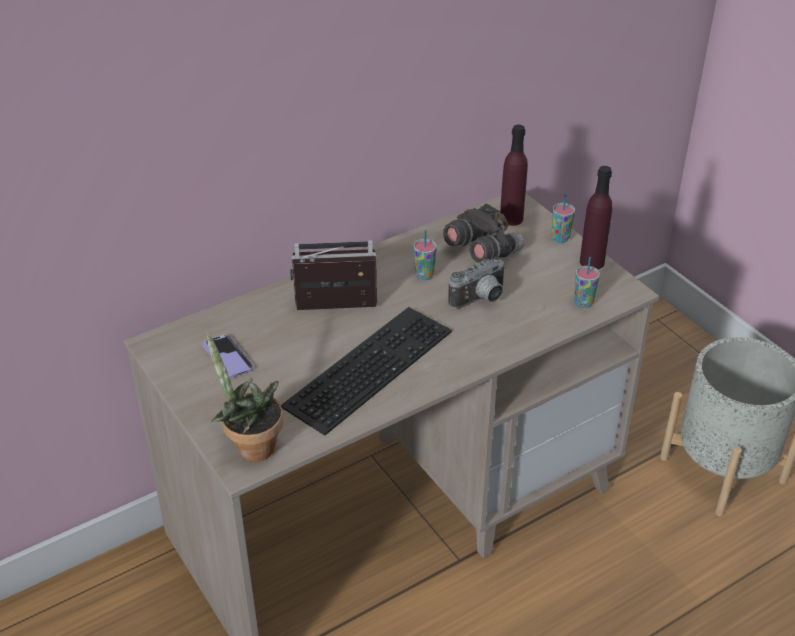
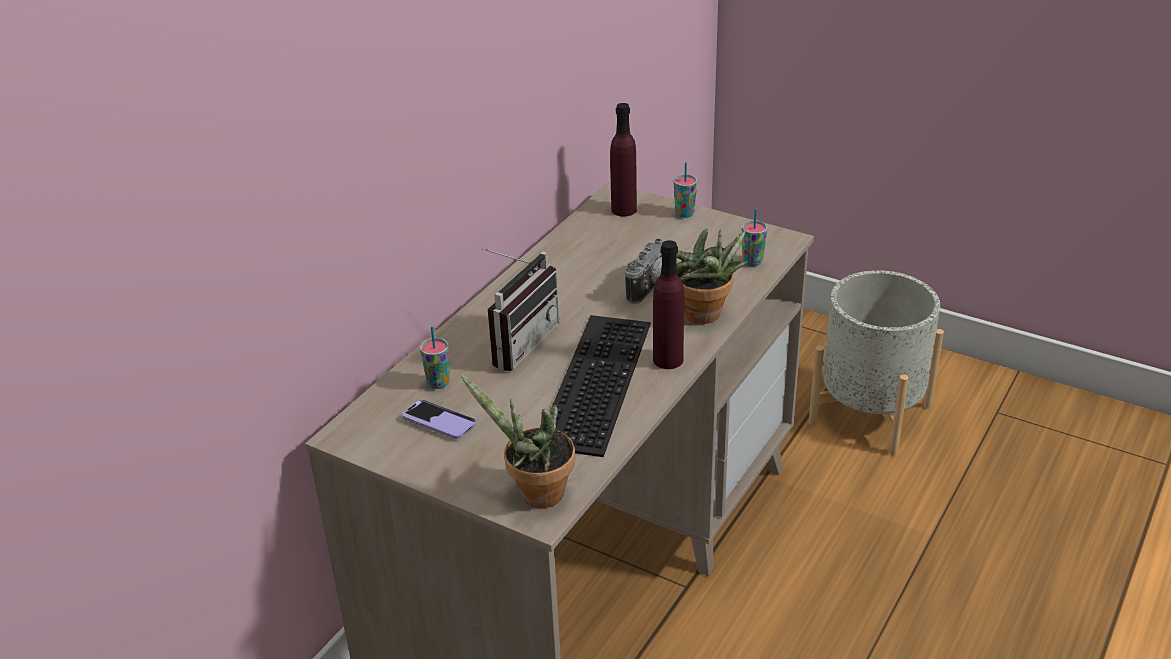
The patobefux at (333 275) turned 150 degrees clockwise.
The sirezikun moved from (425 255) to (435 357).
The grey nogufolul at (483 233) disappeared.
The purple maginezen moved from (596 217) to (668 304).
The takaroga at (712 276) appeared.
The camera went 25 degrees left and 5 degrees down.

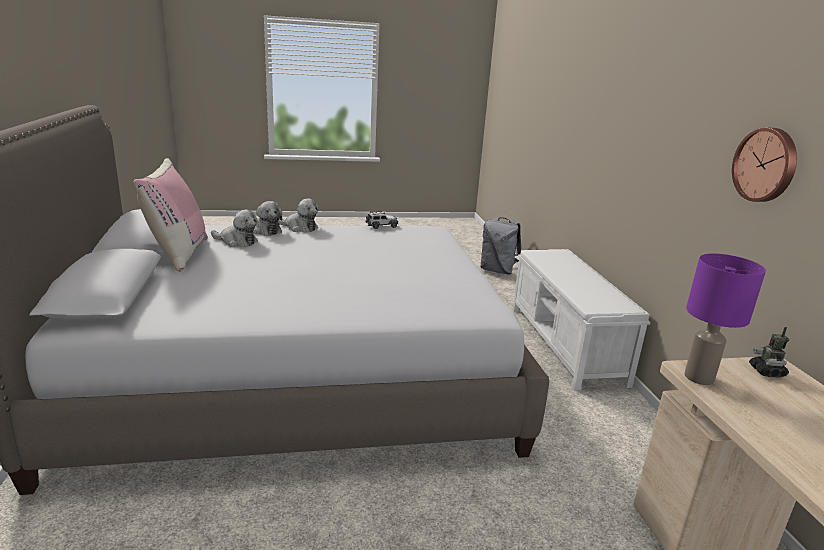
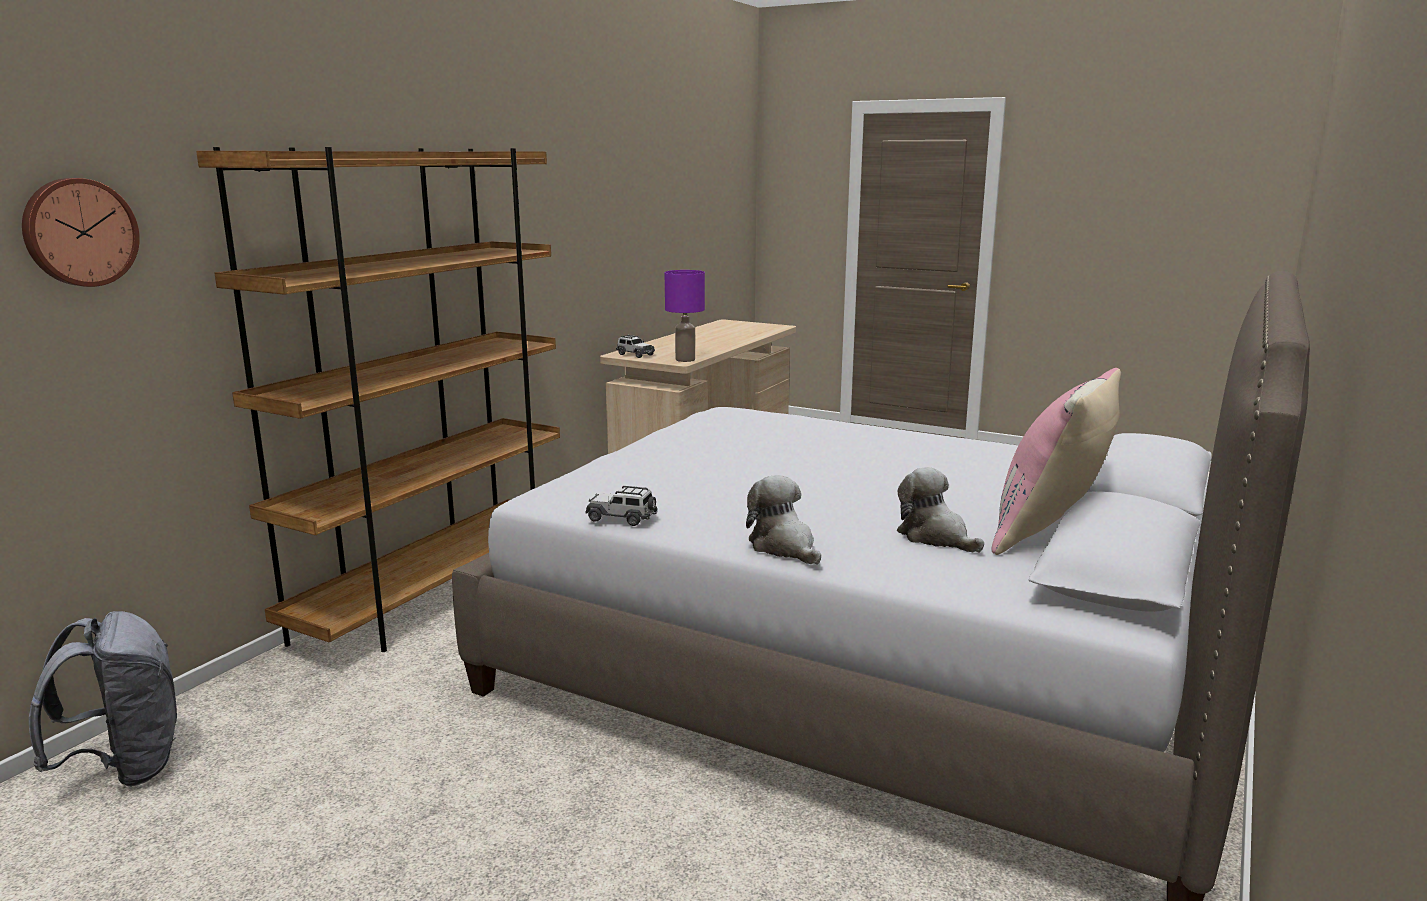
The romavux at (267 218) disappeared.
The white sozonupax at (581 320) was replaced by the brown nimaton at (378 399).
The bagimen moved from (764 164) to (81 232).
The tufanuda at (769 352) was replaced by the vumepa at (635 346).
The camera went 140 degrees left and 5 degrees down.

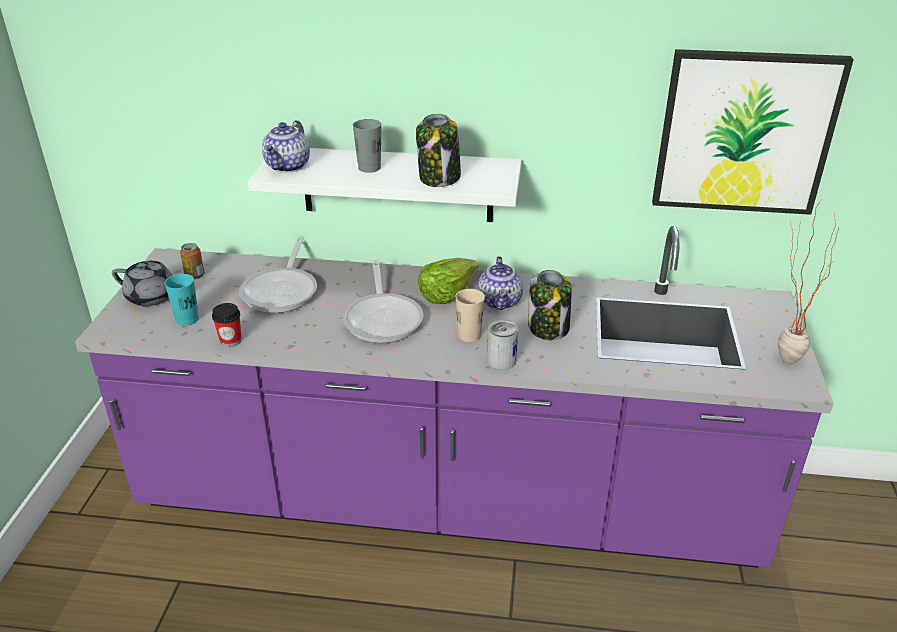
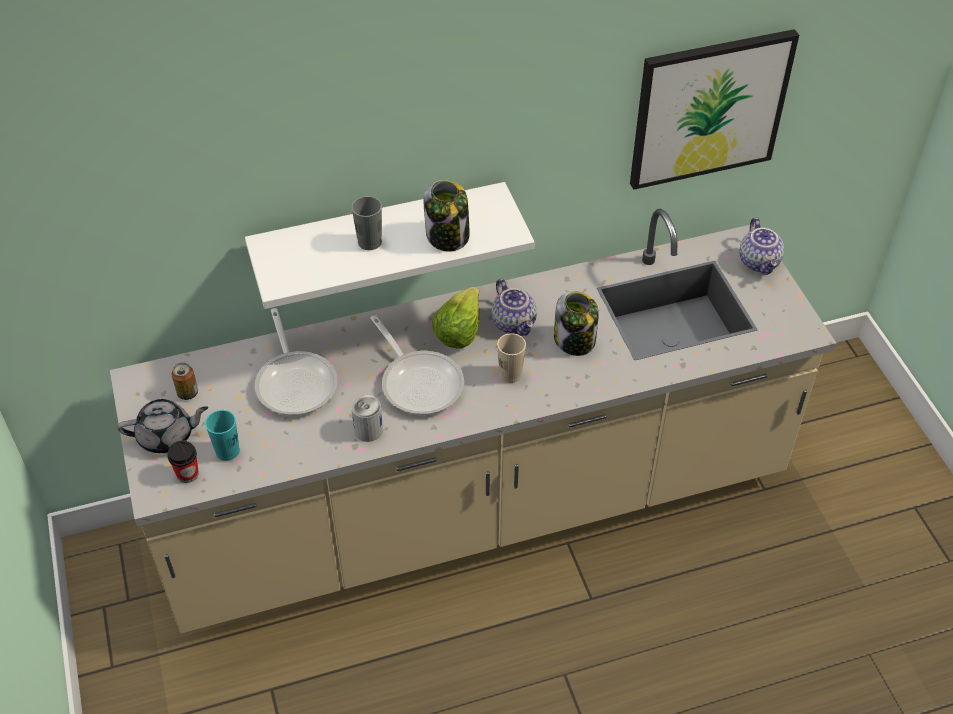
The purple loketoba at (454 397) became the beige loketoba at (473 421).
The sirezikun moved from (226 325) to (183 461).
The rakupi moved from (286 146) to (761 246).
The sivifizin moved from (502 345) to (367 418).
The takaroga at (808 281) disappeared.
The camera went 25 degrees left and 15 degrees up.

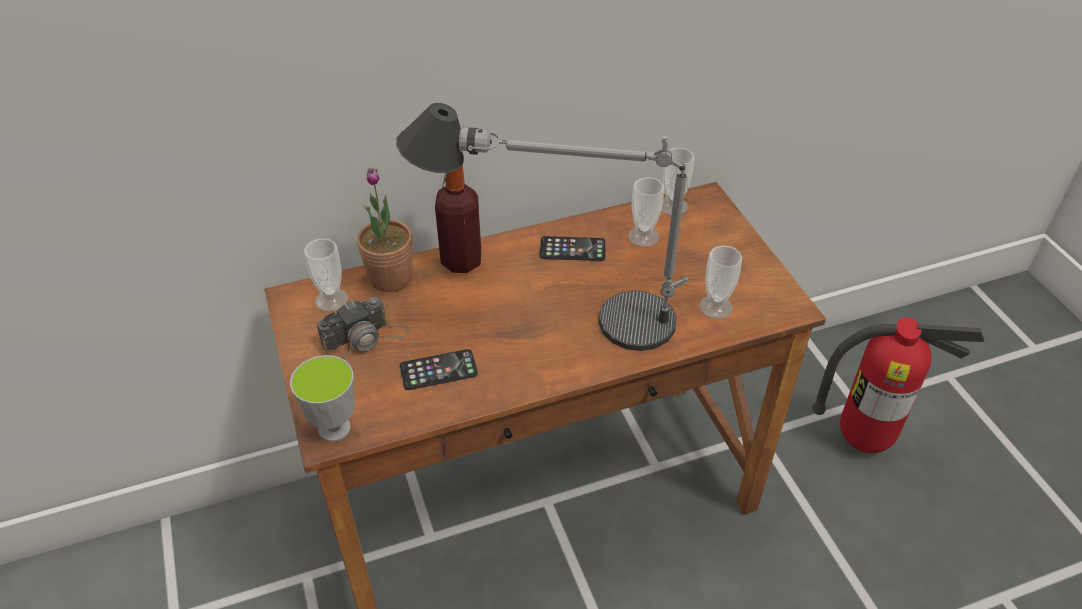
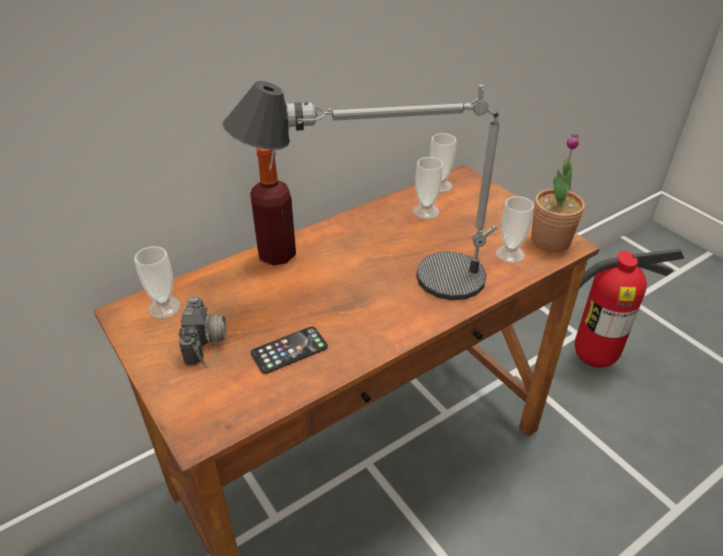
The sirezikun at (322 398) disappeared.
The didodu at (363 328) turned 45 degrees counterclockwise.
The takaroga moved from (385 230) to (558 193).
The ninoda at (573 248) disappeared.
The camera went 15 degrees left and 5 degrees down.

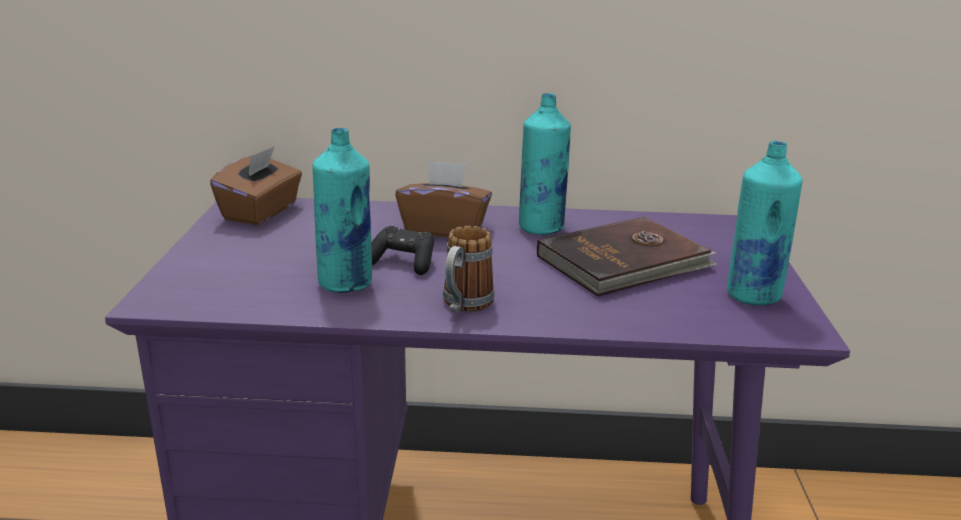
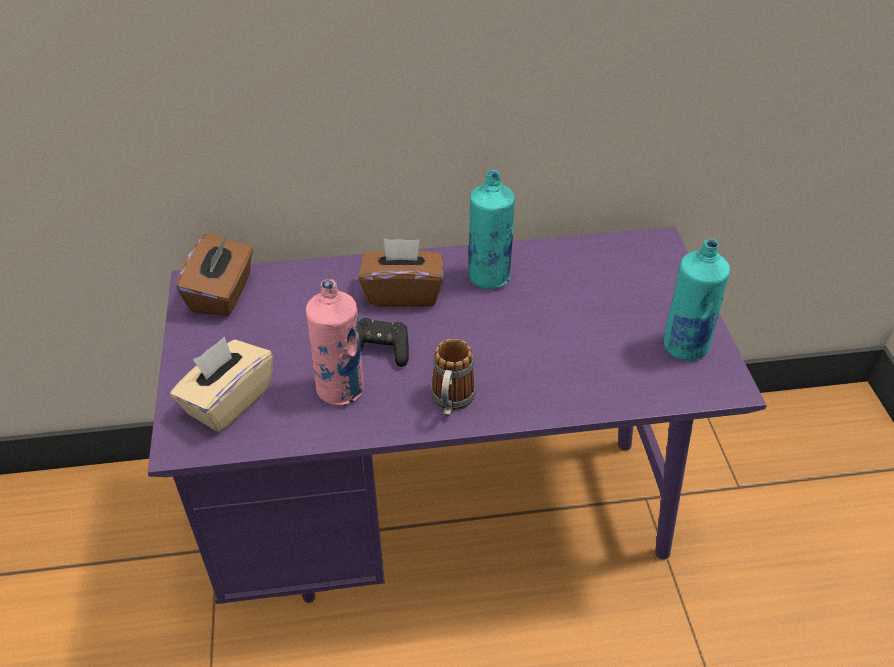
The turquoise maginezen at (342 210) became the pink maginezen at (335 342).
The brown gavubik at (627 256) disappeared.
The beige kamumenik at (221 384) appeared.
The camera went 10 degrees left and 20 degrees up.

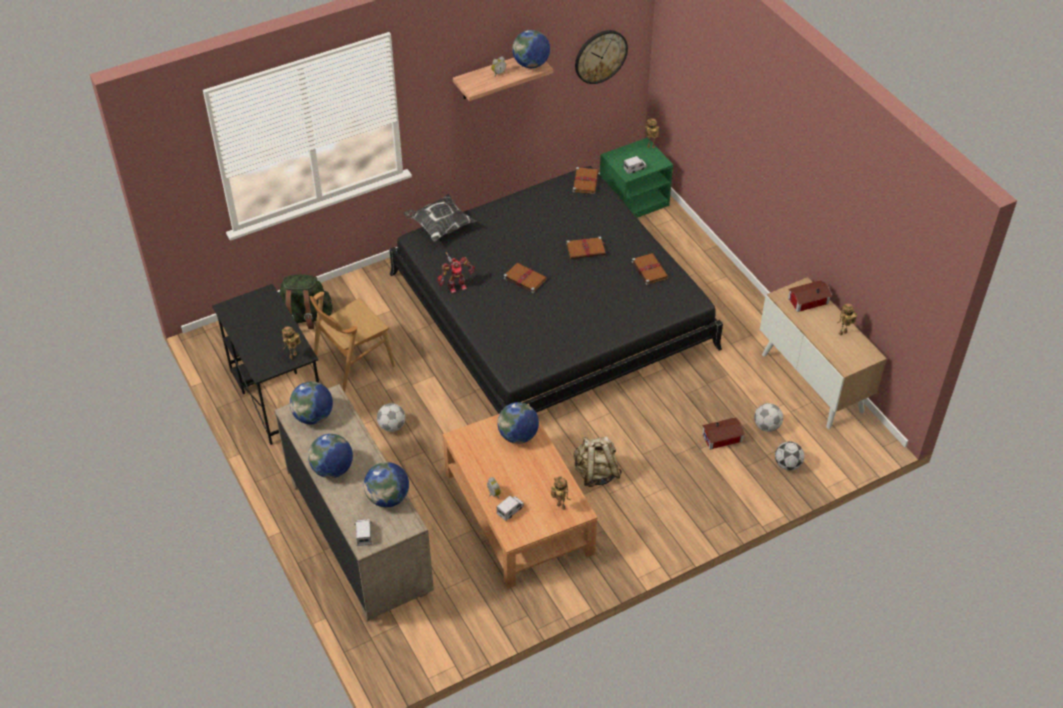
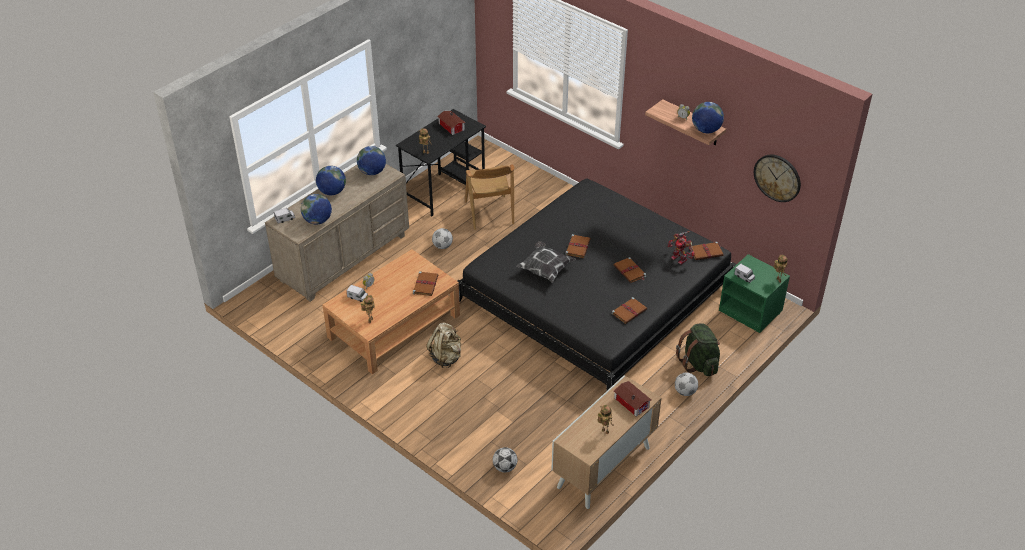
The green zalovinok moved from (306 302) to (698 349).
The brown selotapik at (352 342) turned 135 degrees counterclockwise.
The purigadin moved from (439 218) to (545 262).
The tufanuda moved from (456 272) to (681 248).
The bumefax at (518 423) was replaced by the brown gavubik at (425 283).
The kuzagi moved from (723 433) to (451 123).
The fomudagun moved from (768 417) to (686 384).
The camera went 70 degrees right and 5 degrees down.

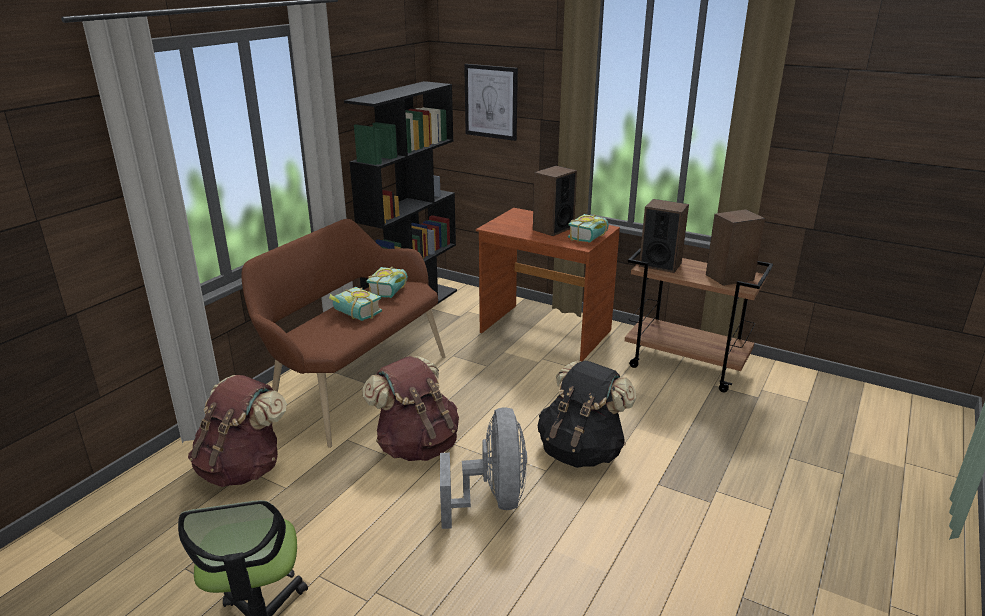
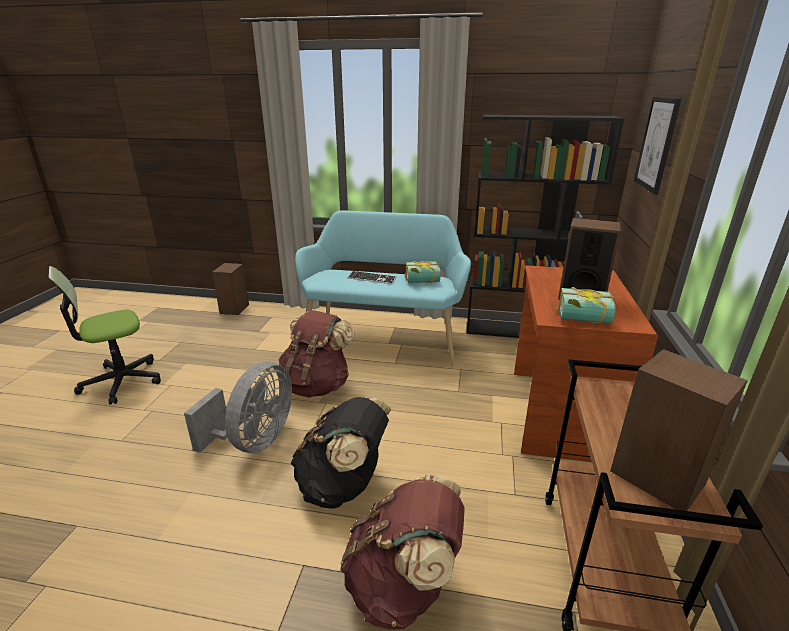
The brown zalovinok moved from (237 431) to (402 552).
The brown sozonupax at (343 333) became the turquoise sozonupax at (383 288).
The gavubik at (355 304) was replaced by the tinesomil at (372 277).
The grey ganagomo at (483 468) turned 45 degrees counterclockwise.
The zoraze moved from (664 236) to (230 289).
The camera went 70 degrees right and 0 degrees up.

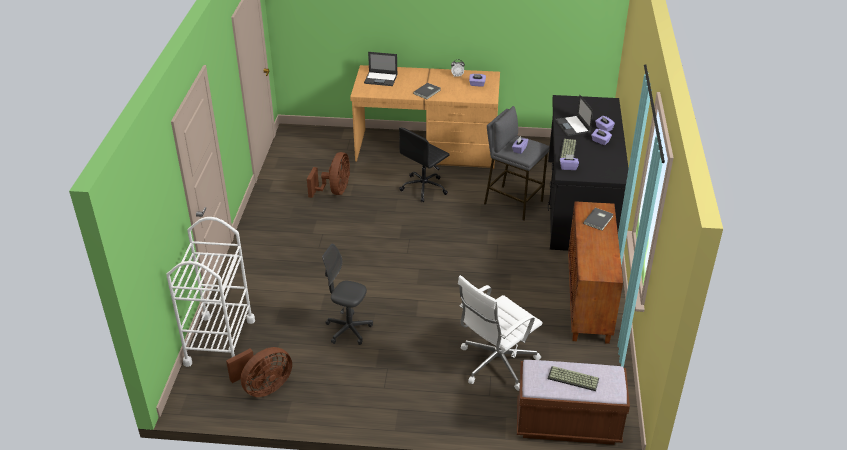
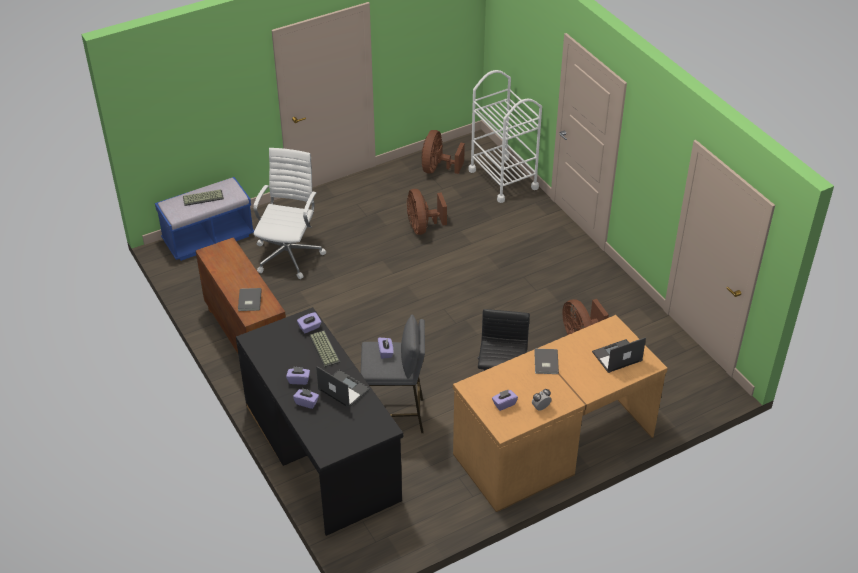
The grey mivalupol at (347 294) was replaced by the brown ganagomo at (427 212).
The brown sozonupax at (573 402) became the blue sozonupax at (204 219).
The camera went 145 degrees right and 5 degrees up.

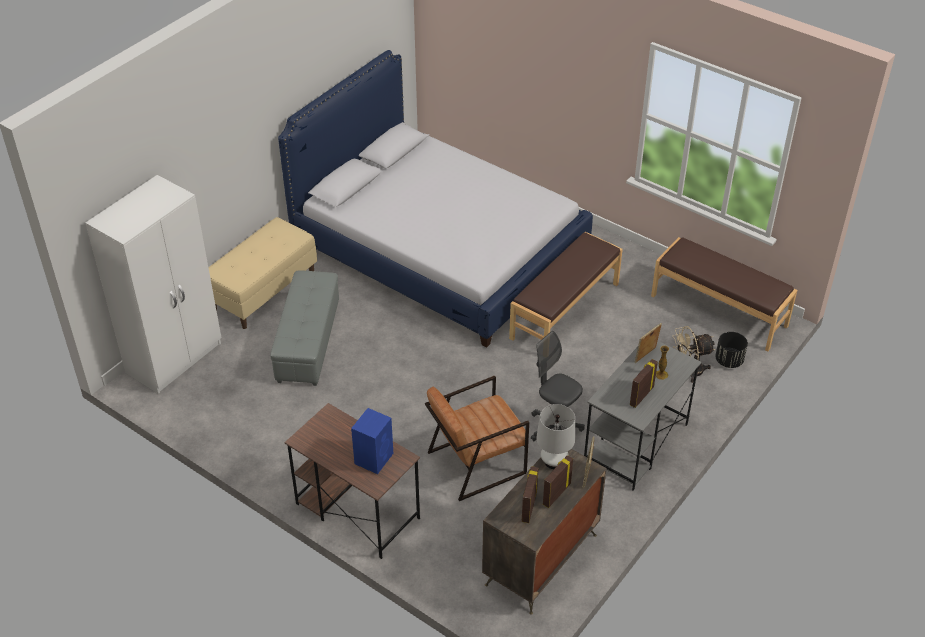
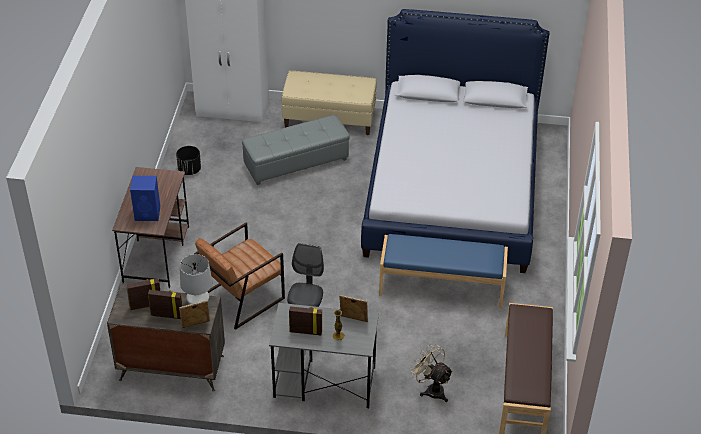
The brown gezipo at (477 438) turned 75 degrees counterclockwise.
The brown sozonupax at (566 286) became the blue sozonupax at (443 271).
The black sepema moved from (731 350) to (188 160).
The camera went 60 degrees right and 0 degrees up.

